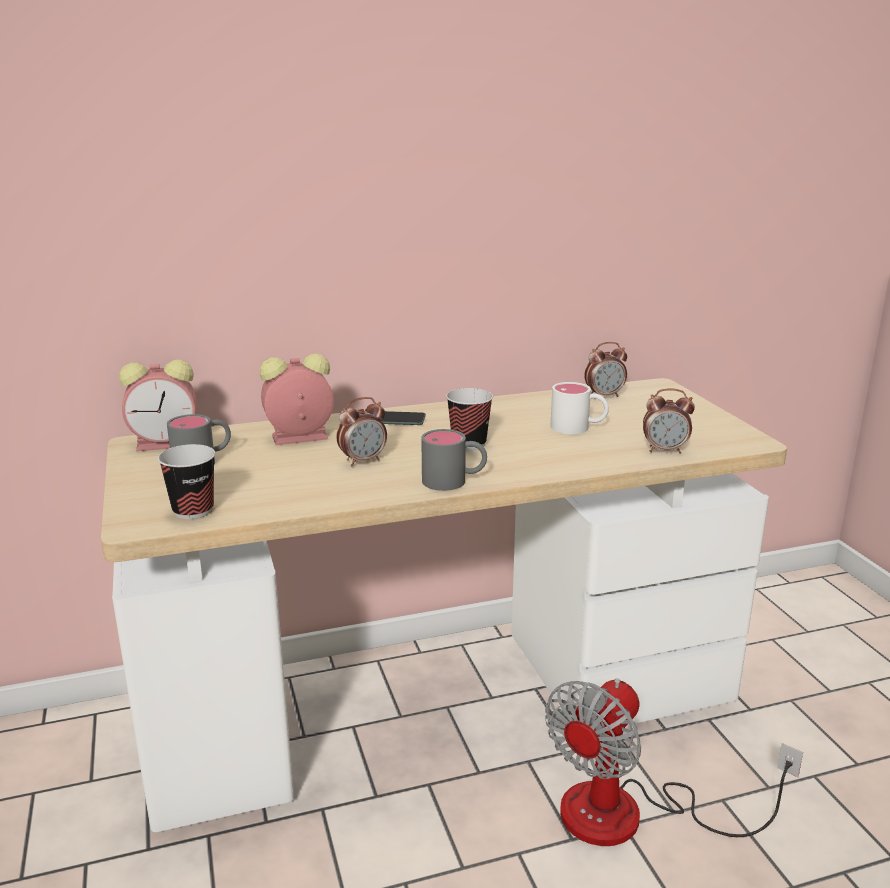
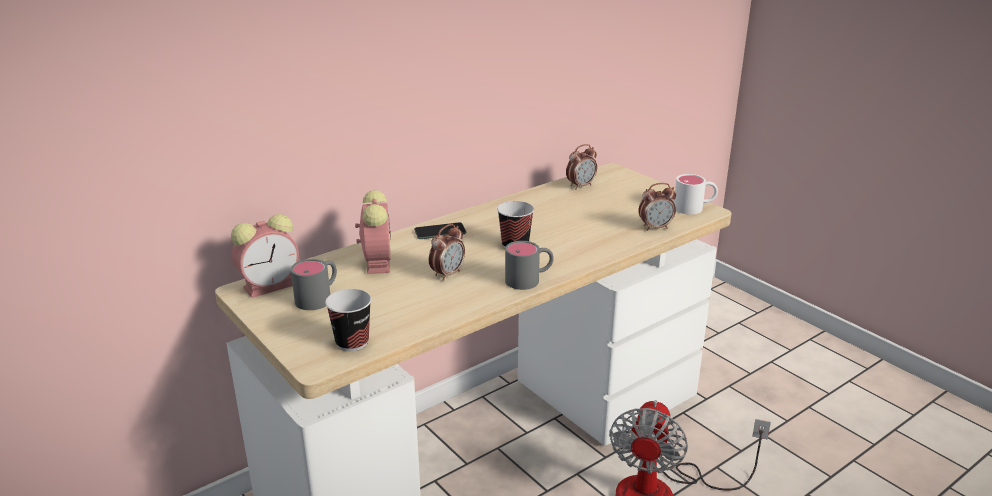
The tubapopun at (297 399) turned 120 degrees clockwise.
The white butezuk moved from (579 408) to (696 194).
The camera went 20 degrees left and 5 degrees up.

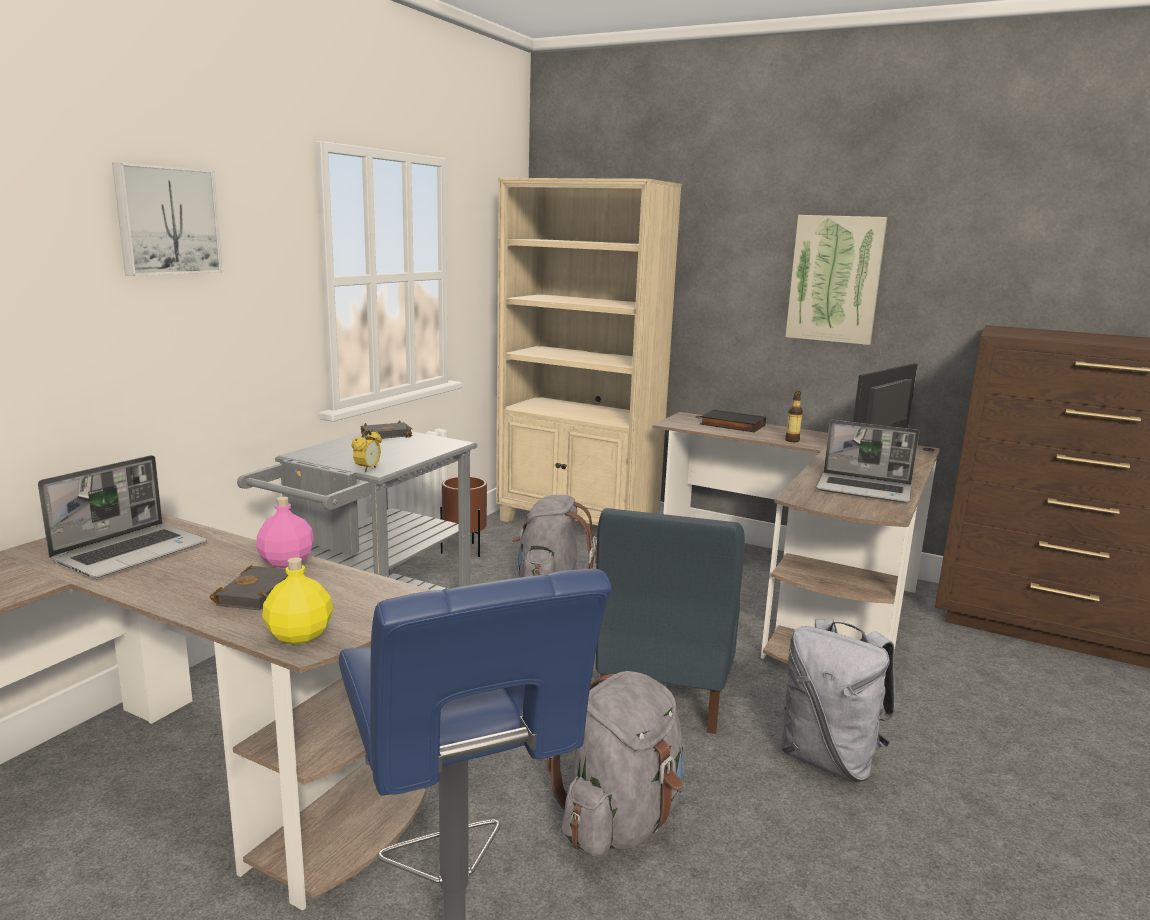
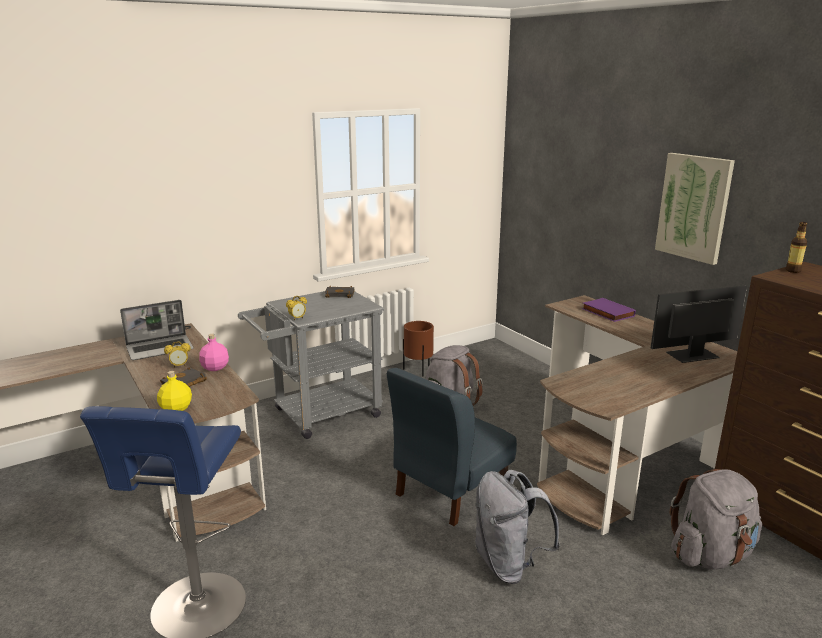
The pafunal at (167 219) disappeared.
The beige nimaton at (589 351) disappeared.
The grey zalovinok moved from (616 764) to (715 519).
The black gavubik at (733 420) became the purple gavubik at (609 310).
The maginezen moved from (794 416) to (796 247).
The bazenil at (867 461) disappeared.
The tubapopun at (177 354) appeared.
The camera went 30 degrees right and 5 degrees up.

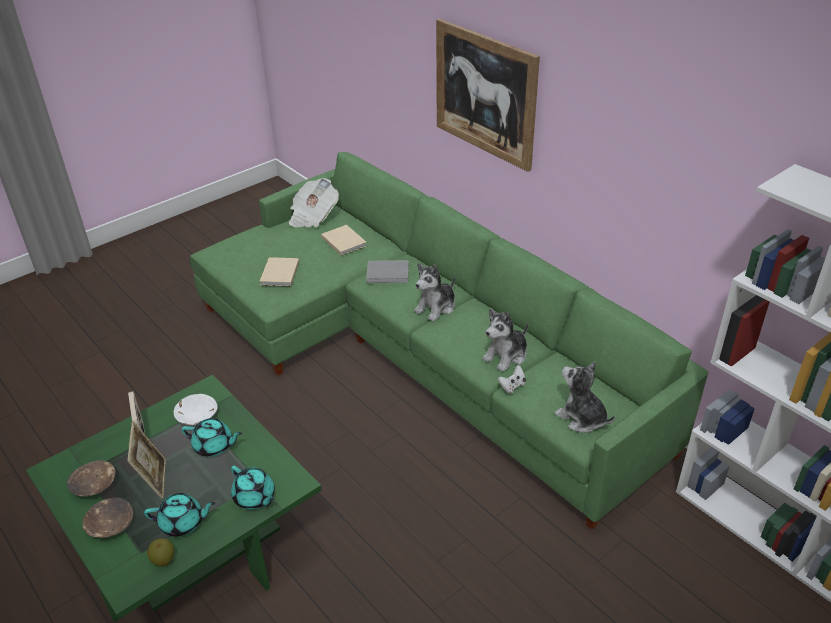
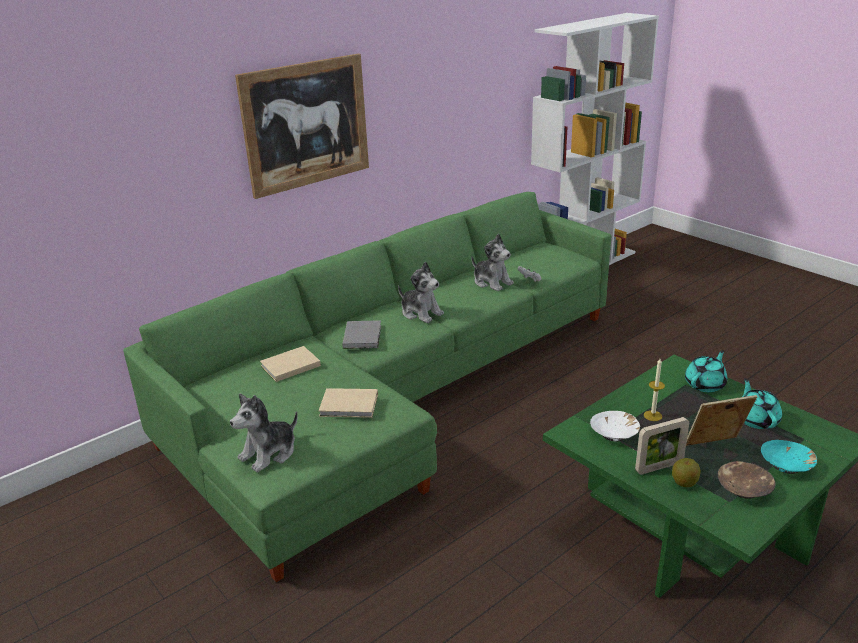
The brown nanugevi at (107 518) became the turquoise nanugevi at (789 457).
The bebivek moved from (161 552) to (686 472).
The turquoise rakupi at (212 437) was replaced by the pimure at (654 390).
The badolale at (314 202) disappeared.
The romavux moved from (584 397) to (264 432).
The camera went 90 degrees left and 10 degrees down.

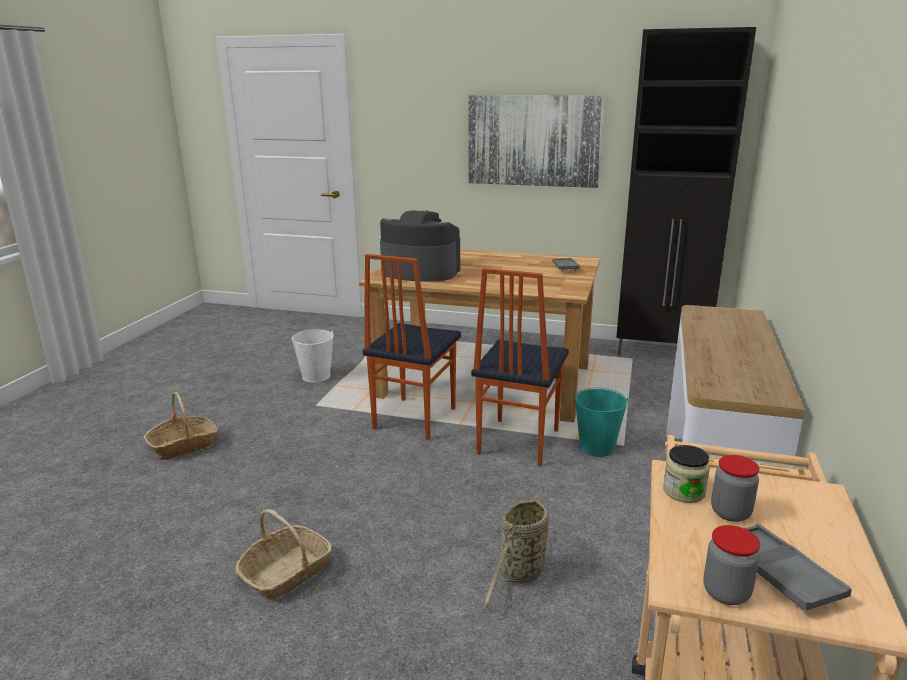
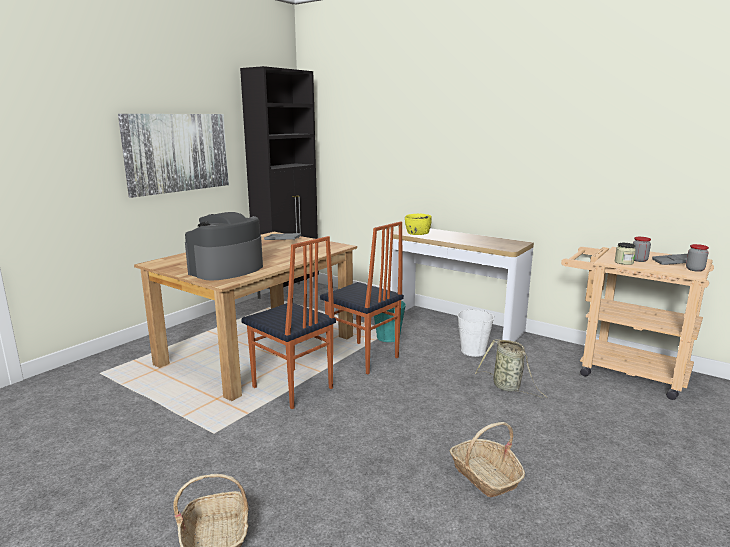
The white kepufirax moved from (313 356) to (476 332).
The yellow nanugevi at (418 224) appeared.
The camera went 70 degrees left and 5 degrees down.

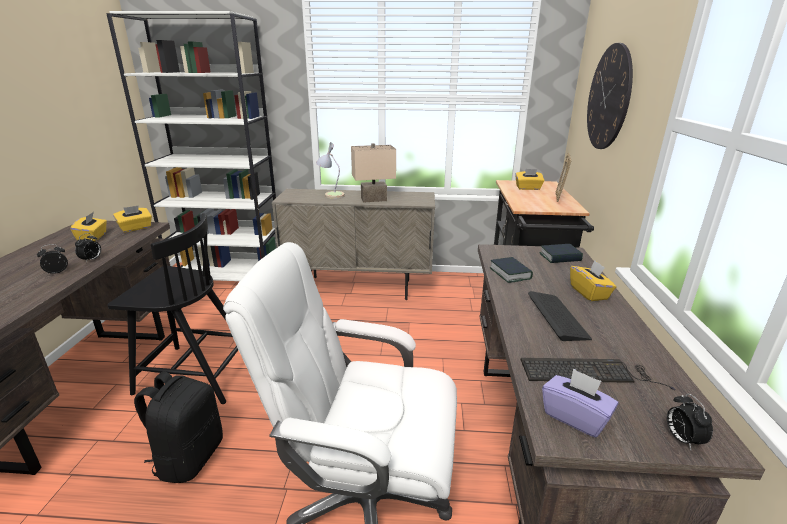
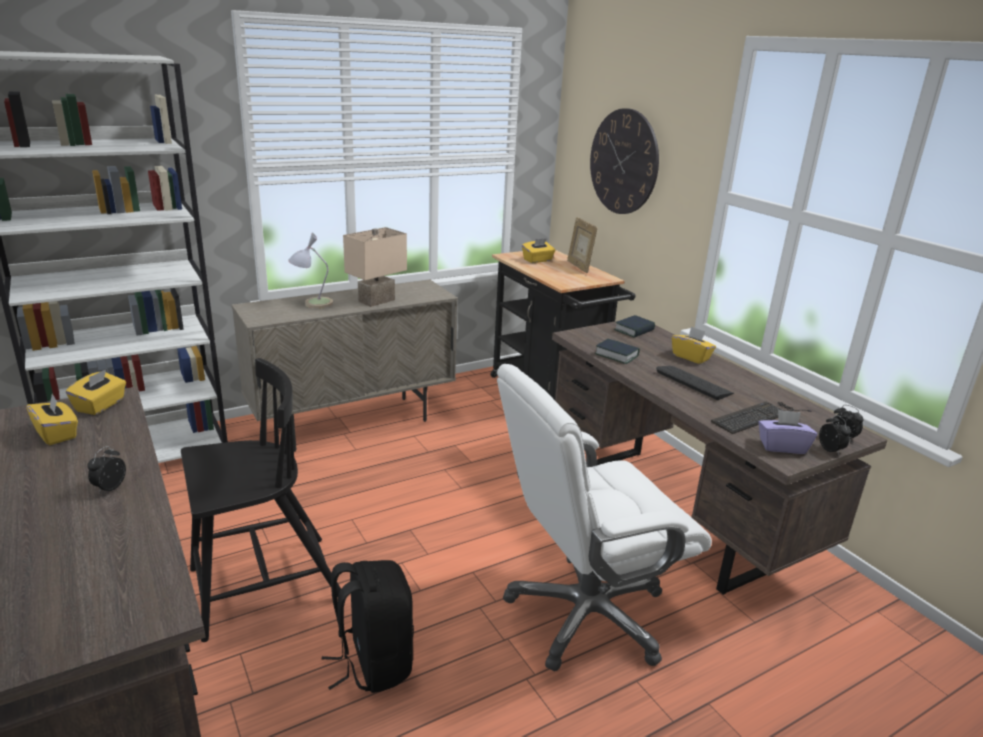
The tubapopun moved from (88 248) to (835 435).
The camera went 35 degrees left and 0 degrees up.

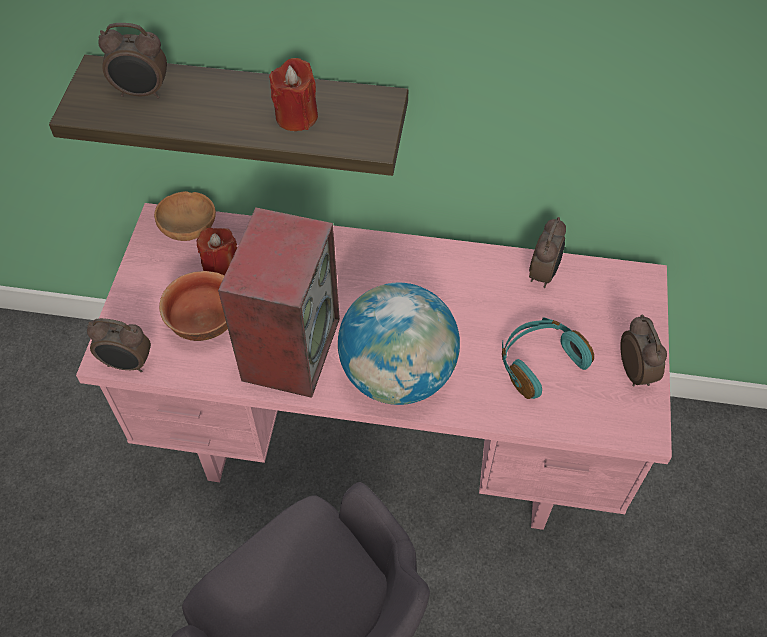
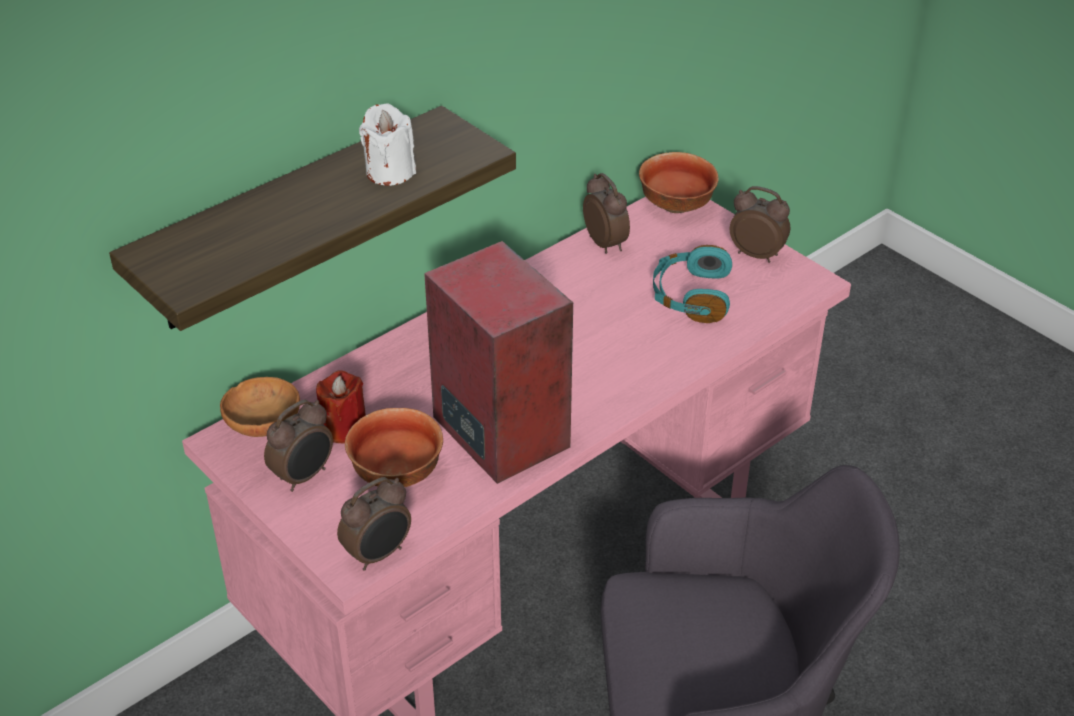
The tubapopun moved from (132 61) to (298 446).
The red pimure at (293 94) became the white pimure at (387 145).
The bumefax at (399 344) disappeared.
The nanugevi at (679 182) appeared.
The camera went 50 degrees left and 15 degrees down.

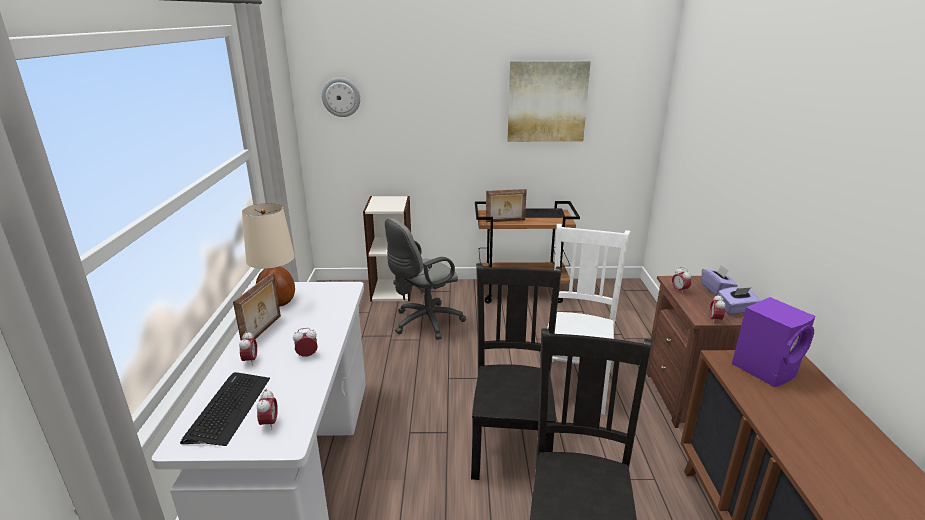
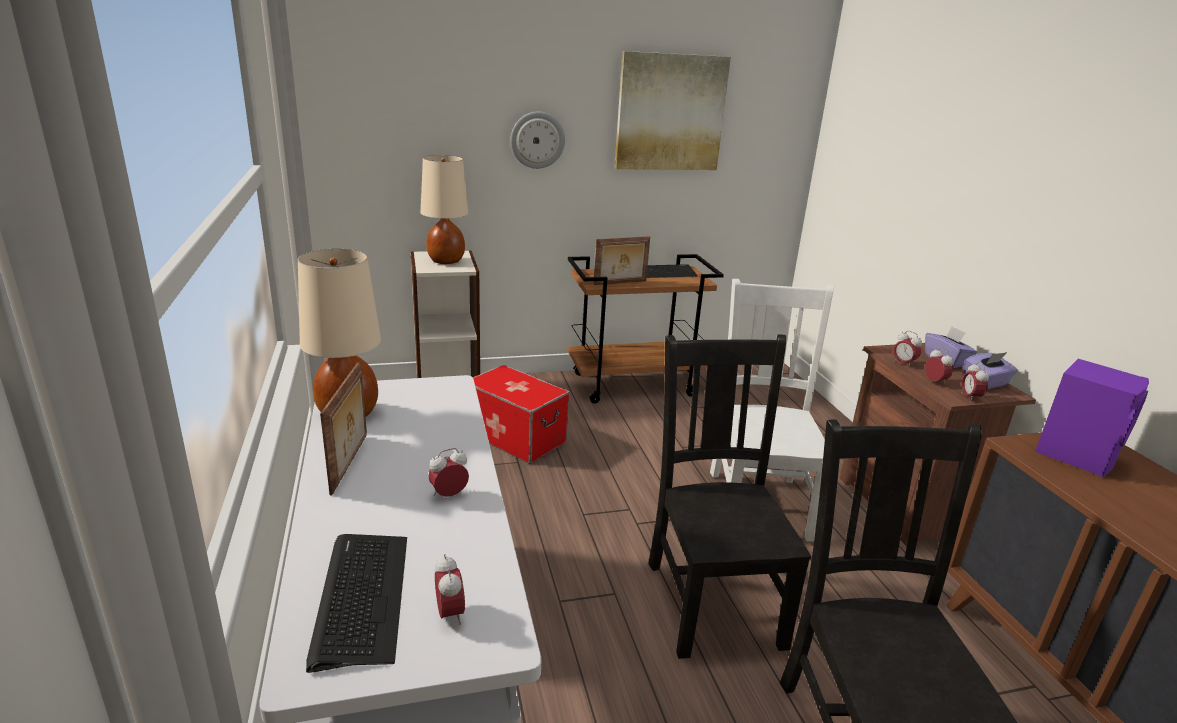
The tubapopun moved from (248 348) to (939 367).
The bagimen moved from (341 97) to (537 140).
The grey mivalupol at (425 279) was replaced by the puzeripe at (521 414).
The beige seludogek at (444 209) appeared.
The camera went 15 degrees left and 0 degrees up.

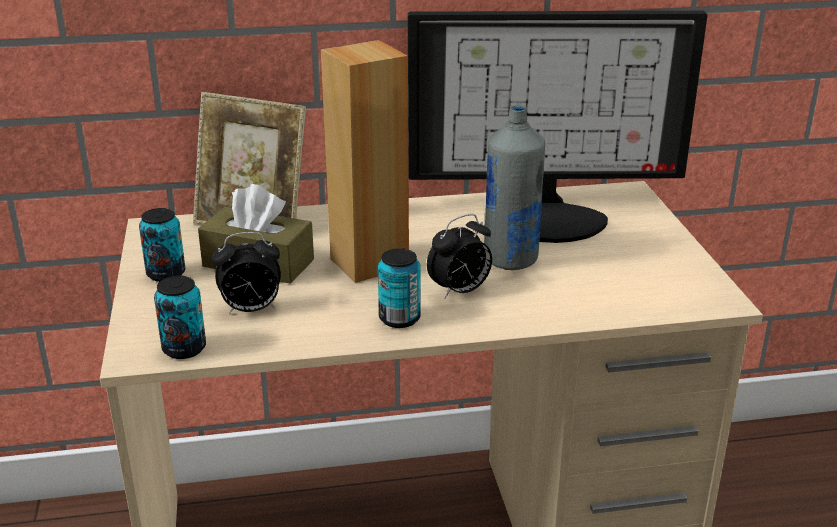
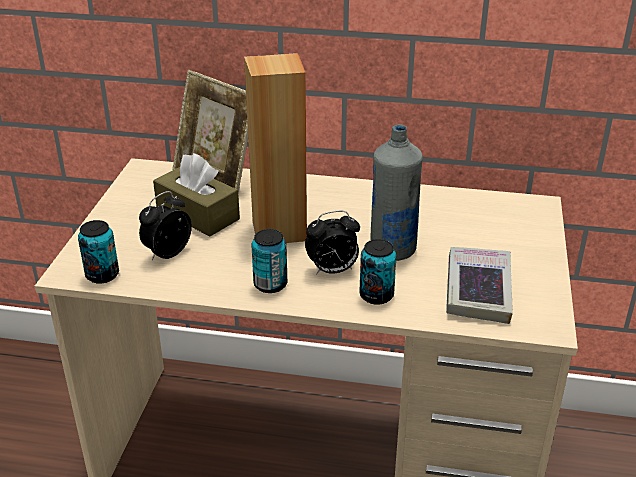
The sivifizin moved from (162 245) to (378 272).
The tubapopun at (246 273) turned 120 degrees clockwise.
The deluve at (557 127) disappeared.
The gavubik at (479 285) appeared.
The camera went 20 degrees right and 5 degrees up.

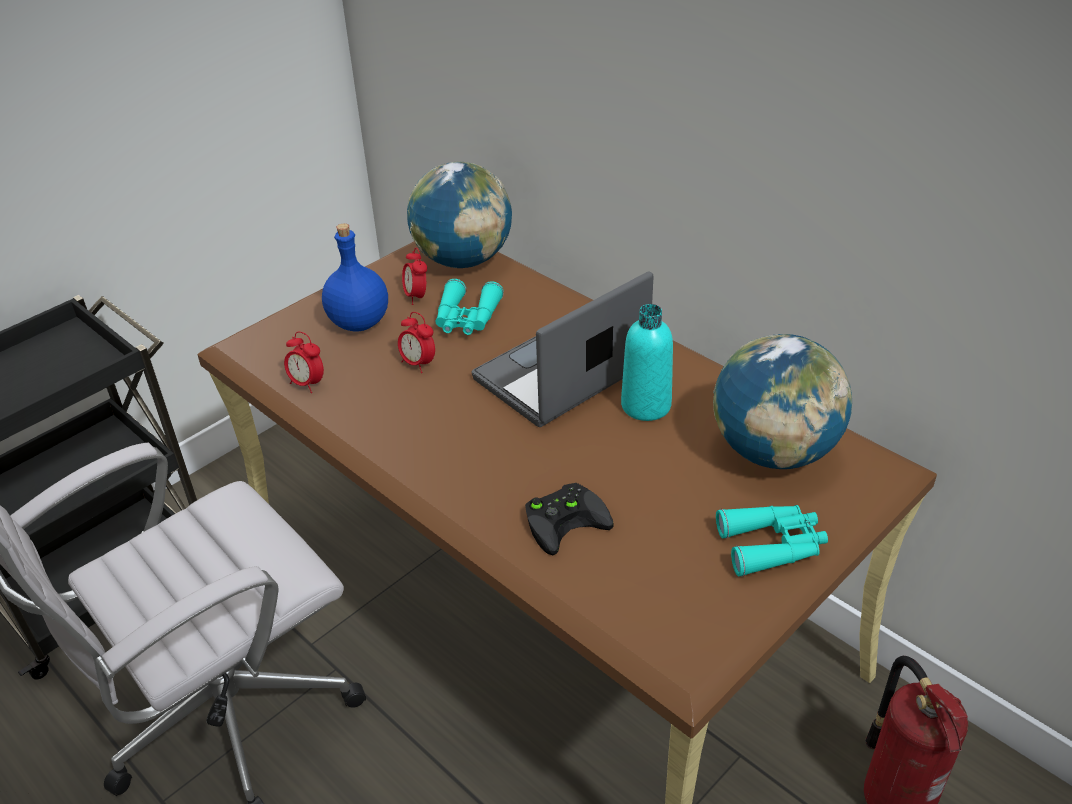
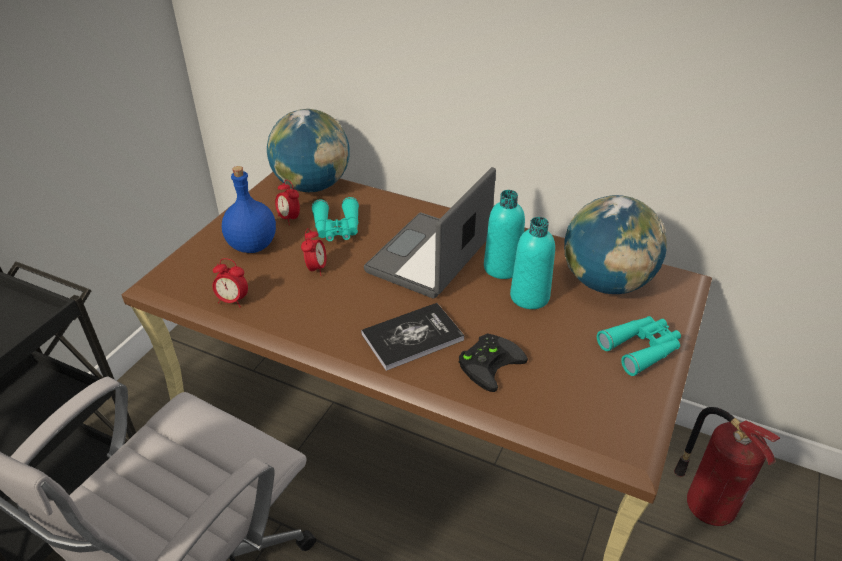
The tubapopun at (416 342) turned 105 degrees counterclockwise.
The gavubik at (413 337) appeared.
The turquoise maginezen at (532 263) appeared.
The camera went 20 degrees left and 0 degrees up.

